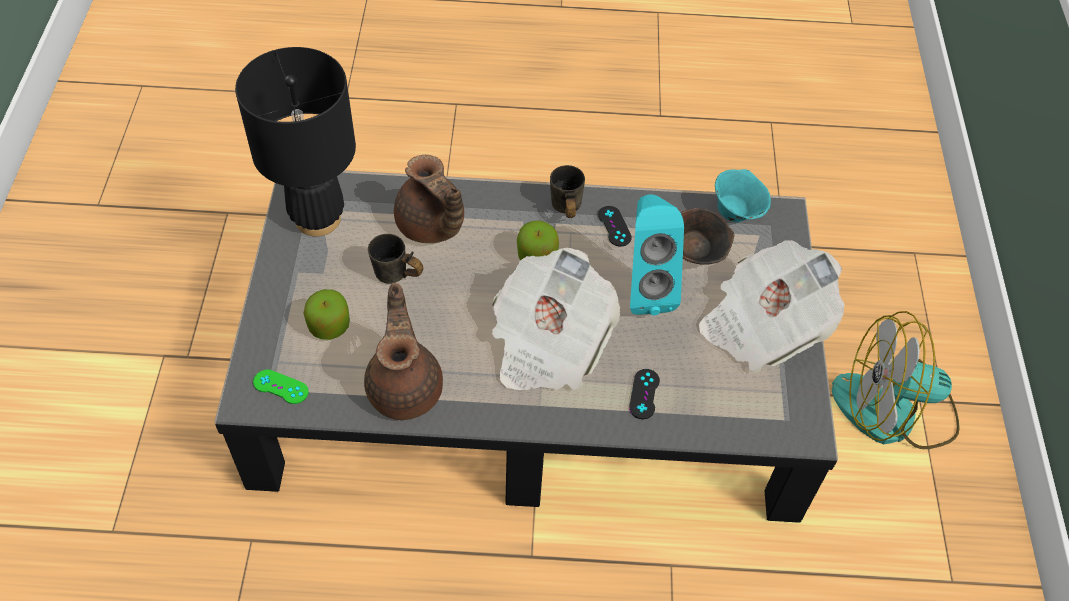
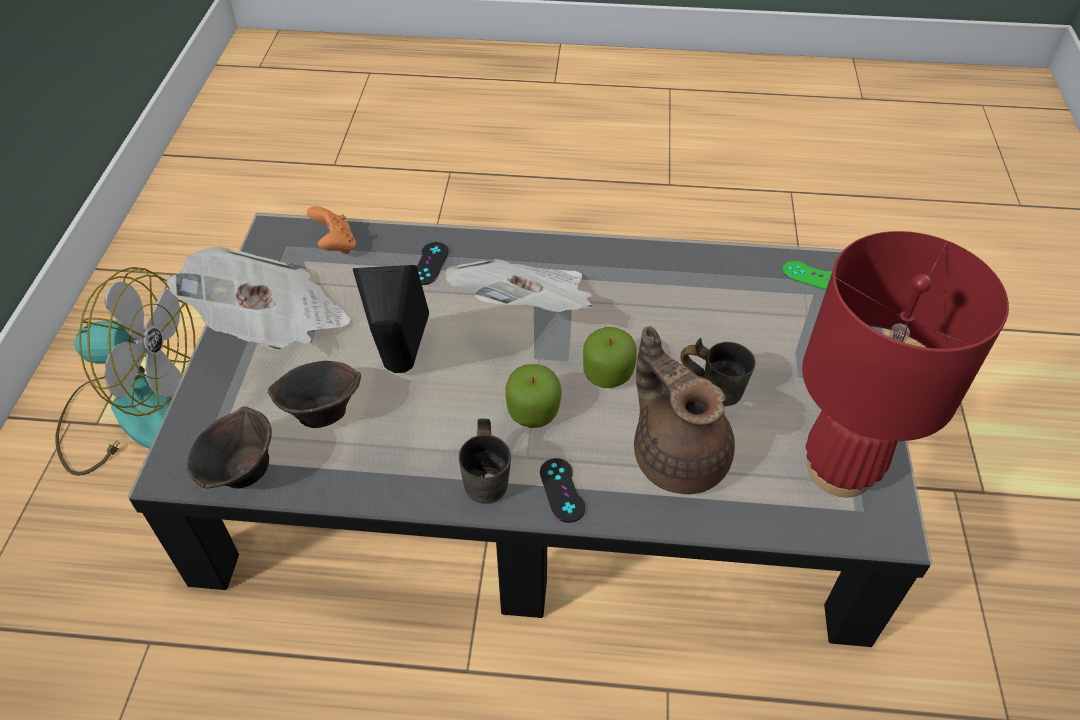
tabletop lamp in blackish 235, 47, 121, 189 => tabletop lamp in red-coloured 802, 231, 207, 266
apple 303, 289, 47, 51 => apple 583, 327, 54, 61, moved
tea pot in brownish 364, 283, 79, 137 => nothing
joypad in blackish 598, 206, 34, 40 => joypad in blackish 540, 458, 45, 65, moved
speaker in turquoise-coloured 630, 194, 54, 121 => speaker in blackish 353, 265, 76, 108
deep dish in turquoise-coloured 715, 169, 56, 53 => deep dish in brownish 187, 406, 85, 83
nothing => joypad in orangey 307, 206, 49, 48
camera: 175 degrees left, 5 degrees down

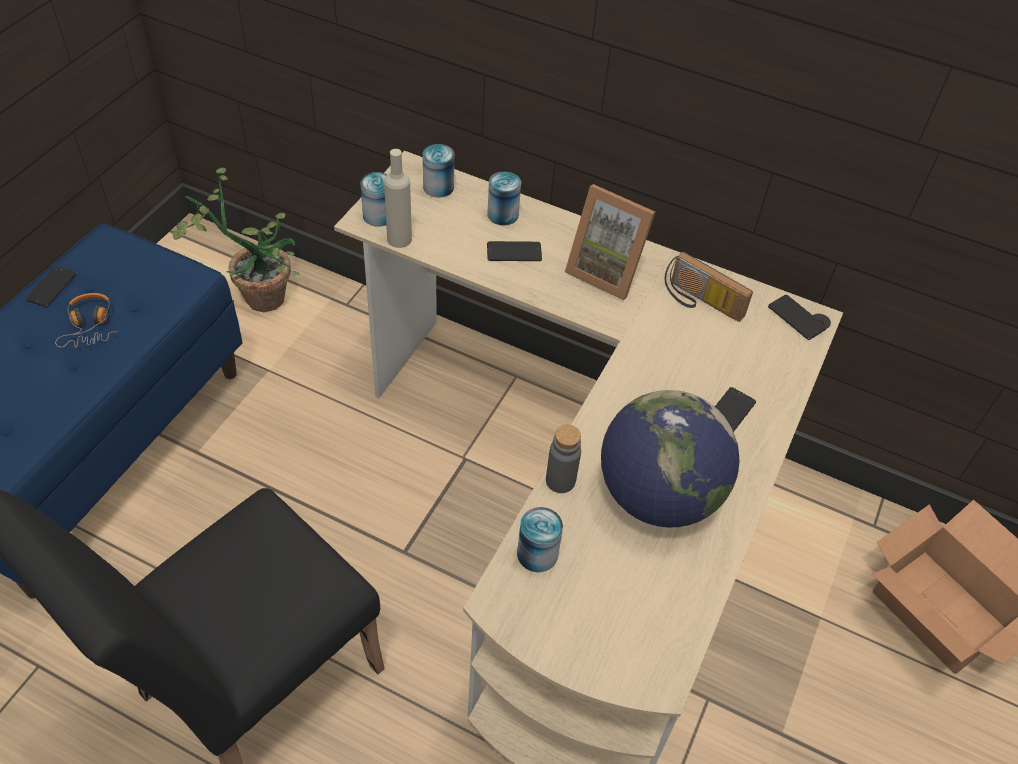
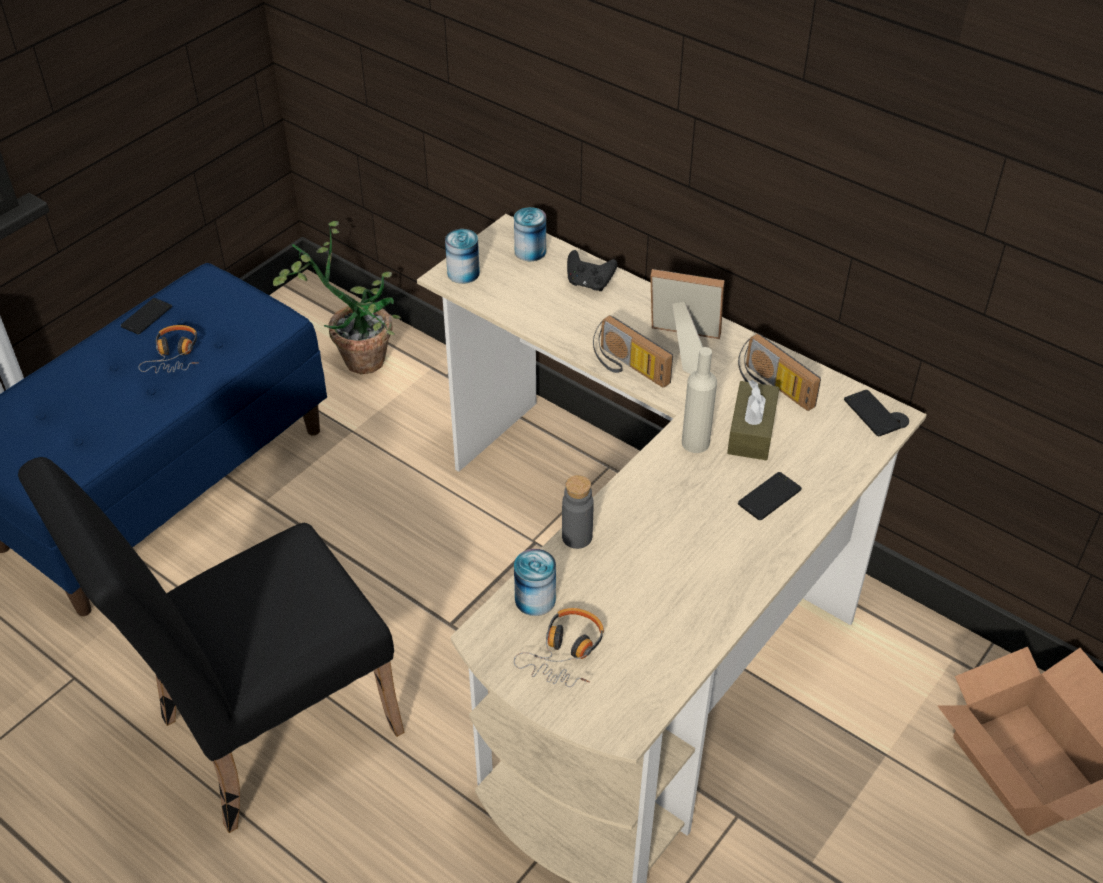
bottle in beige-coloured 384, 149, 28, 99 => bottle in beige-coloured 682, 347, 35, 106, moved
metal can 487, 172, 34, 53 => joypad in blackish 567, 250, 51, 41
telephone 487, 241, 55, 20 => nothing
photo frame 565, 184, 90, 116 => photo frame 650, 269, 75, 105, 150 degrees clockwise
desk globe 601, 390, 139, 138 => nothing
nothing => headphones 514, 608, 90, 79
nothing => radio receiver 593, 315, 80, 73
nothing => tissue holder in brownish 727, 380, 53, 80
camera: 15 degrees right, 5 degrees down

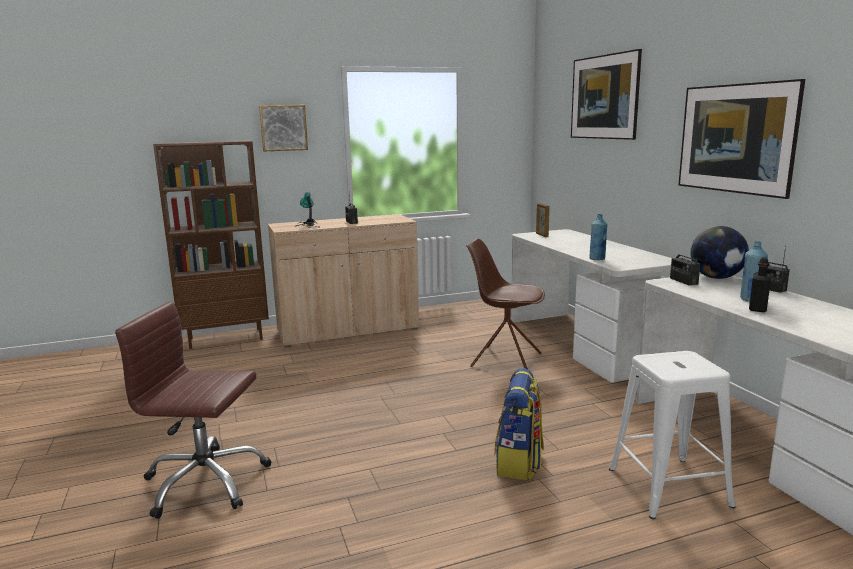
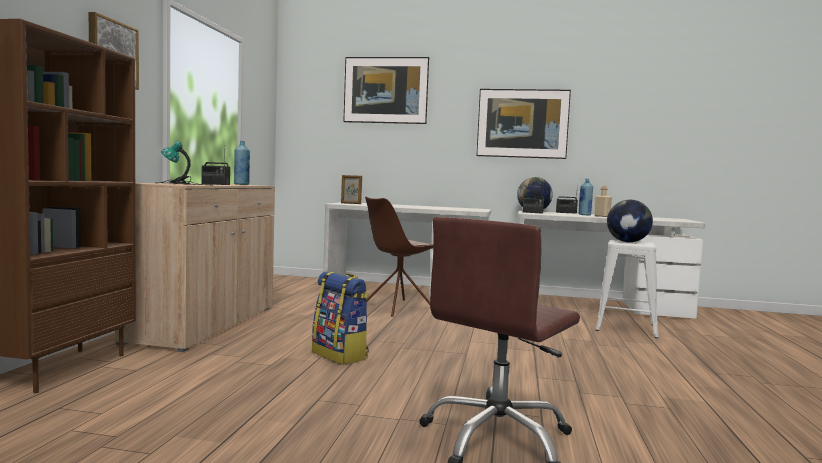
backpack 494, 368, 50, 112 => backpack 312, 271, 57, 94, moved
bottle in bluish 589, 214, 18, 46 => bottle in bluish 234, 141, 16, 44, moved
bottle in blackish 749, 258, 22, 54 => bottle in beige-coloured 594, 185, 18, 32
nothing => desk globe 607, 200, 46, 42
camera: 60 degrees left, 10 degrees down

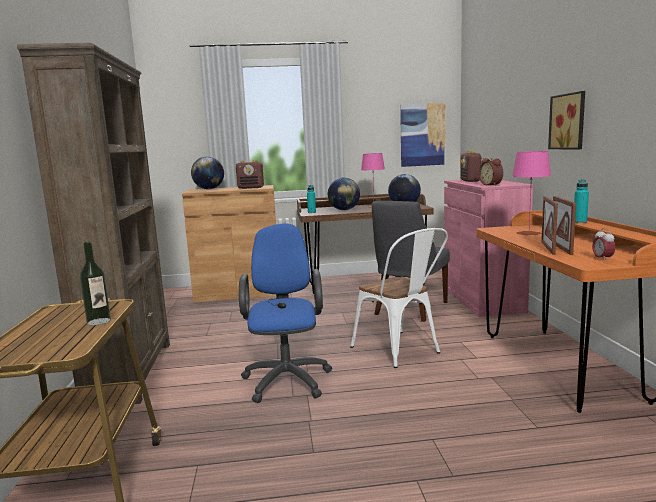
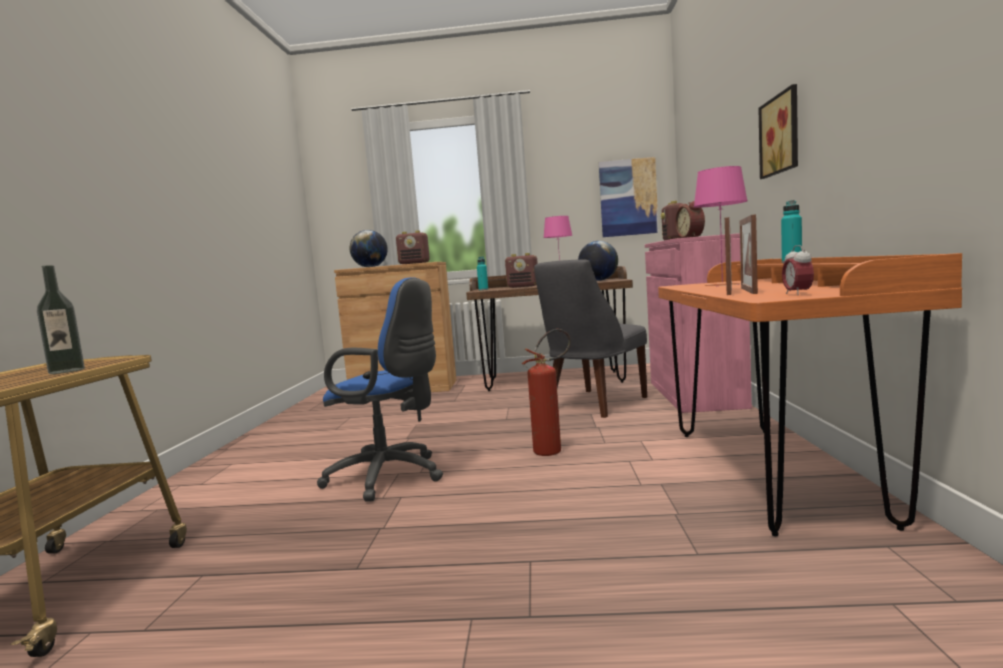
bookcase in brownish 17, 43, 153, 361 => nothing
desk chair in bluish 239, 223, 93, 180 => desk chair in bluish 317, 277, 126, 225, 105 degrees clockwise
desk globe 328, 177, 32, 33 => radio receiver 505, 253, 33, 35
chair in whitish 350, 228, 98, 140 => extinguisher 522, 329, 49, 127
camera: 10 degrees right, 5 degrees down

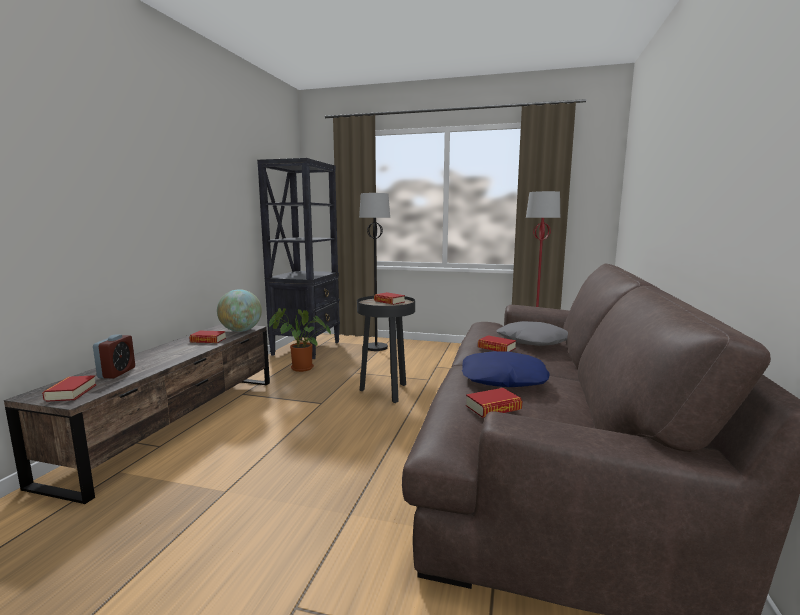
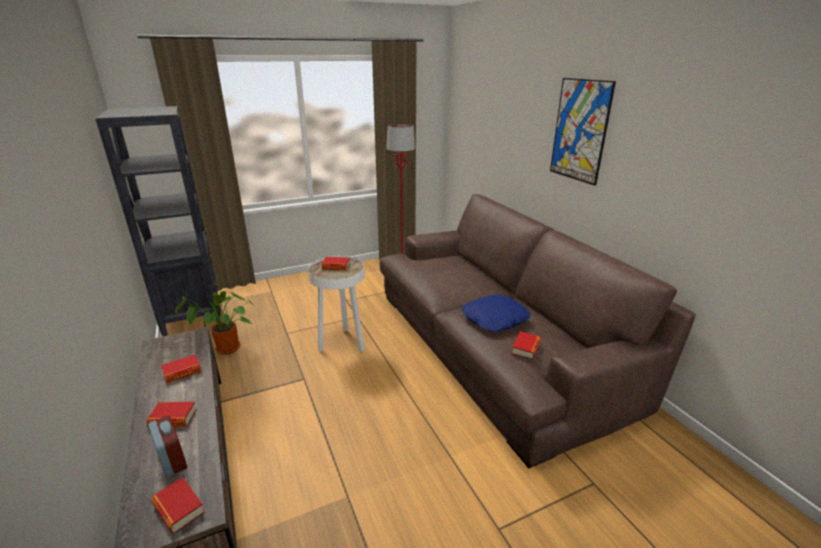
desk globe 217, 289, 45, 43 => nothing
side table in blackish 357, 296, 58, 107 => side table in whitish 308, 256, 57, 96
standing lamp in blackish 359, 193, 31, 158 => nothing
bound book 478, 335, 38, 17 => bound book 146, 402, 51, 25, moved
throw pillow in gray 497, 321, 71, 25 => nothing
nothing => picture 550, 78, 66, 108
camera: 40 degrees left, 15 degrees up

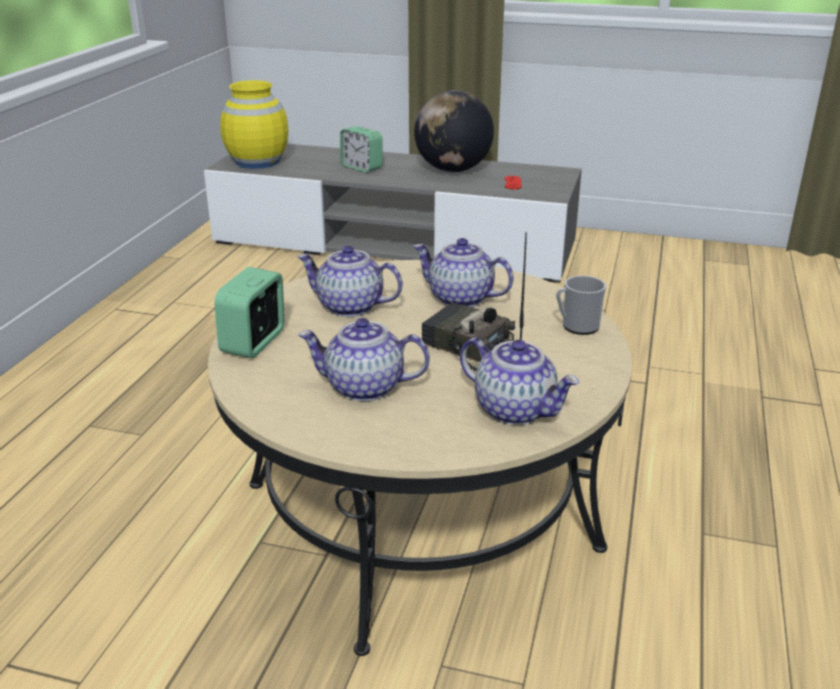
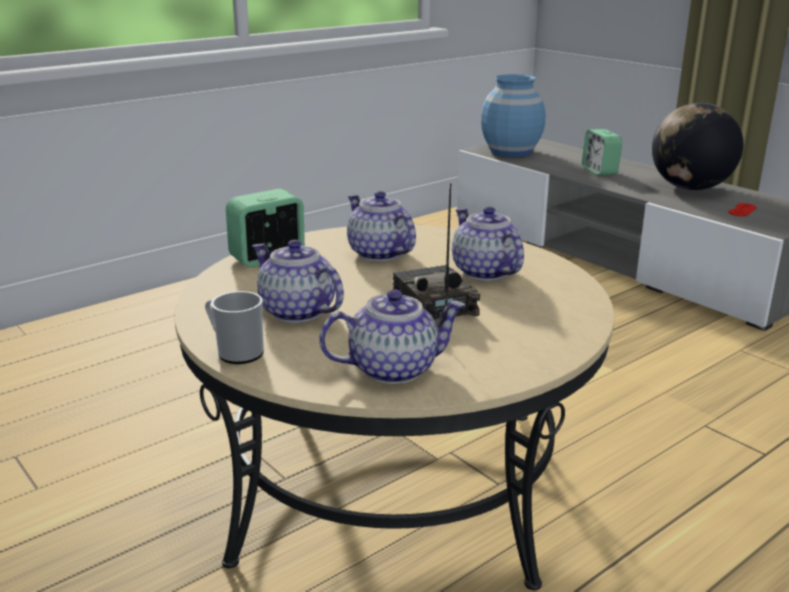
decorative vase in yellow-coloured 220, 80, 68, 89 => decorative vase in bluish 481, 74, 65, 83
tea pot 460, 337, 120, 88 => tea pot 319, 289, 147, 95, 90 degrees counterclockwise
tea mug 556, 276, 50, 59 => tea mug 205, 291, 59, 73, moved
camera: 35 degrees right, 5 degrees down

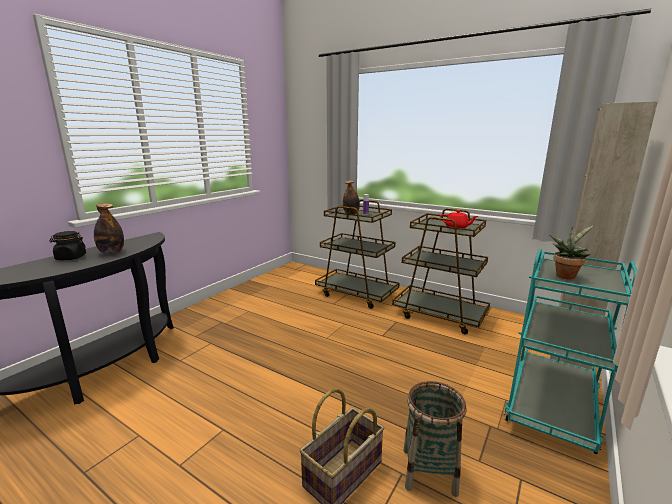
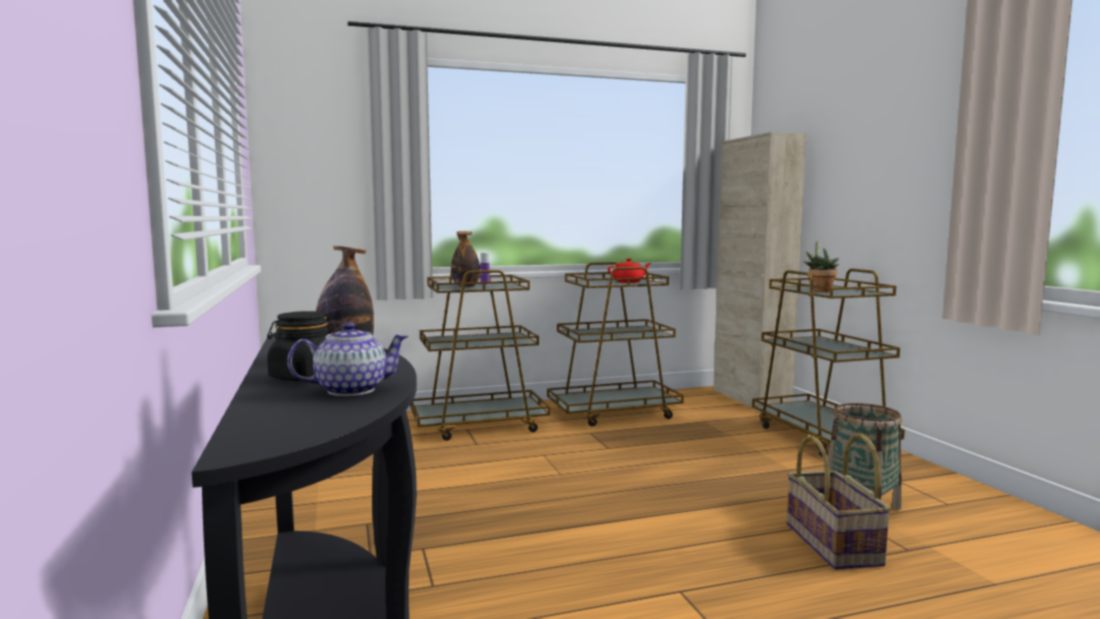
cart in turquoise-coloured 504, 248, 133, 206 => cart in brownish 752, 269, 153, 188
nothing => tea pot 287, 322, 122, 74
camera: 50 degrees left, 10 degrees down

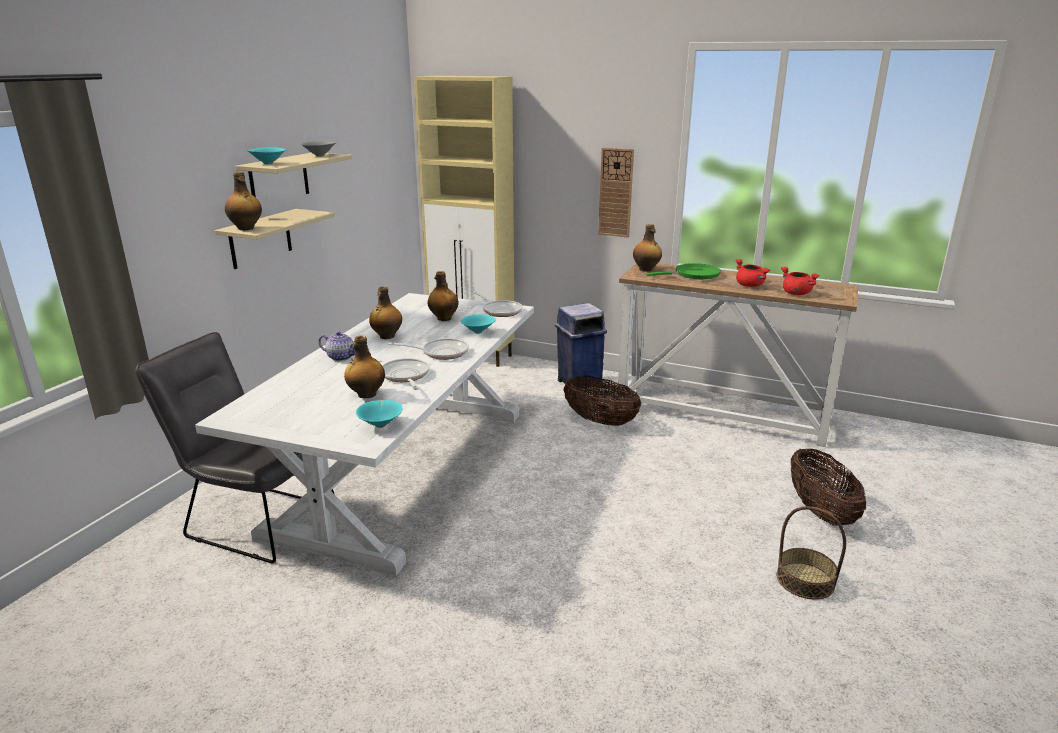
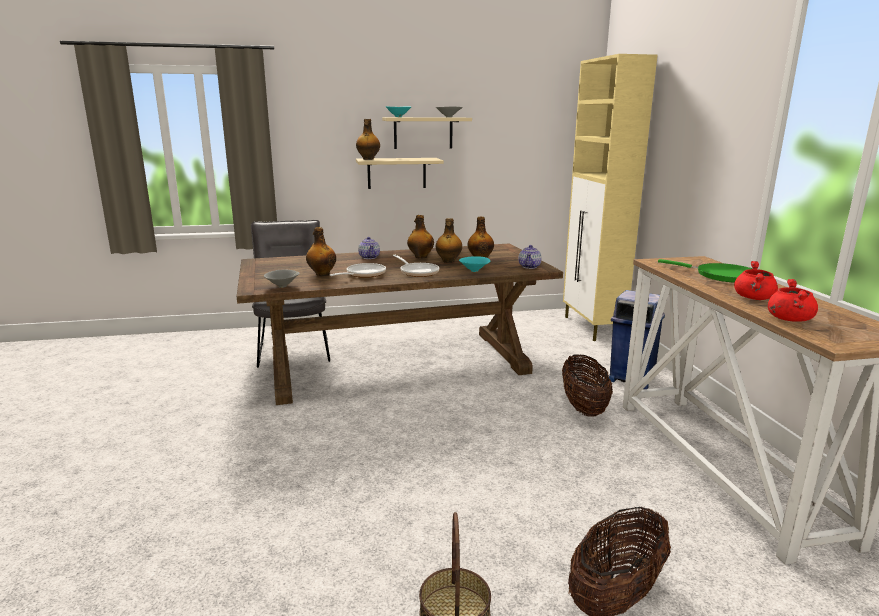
kitchen table in whitish 195, 293, 339, 283 => kitchen table in brownish 237, 243, 326, 162
deep dish in turquoise-coloured 356, 400, 47, 28 => deep dish in gray 264, 269, 36, 19
skillet 473, 291, 49, 26 => tea pot 519, 245, 23, 24
clock on the wall 598, 148, 36, 89 => nothing
bottle 633, 224, 29, 48 => bottle 436, 218, 26, 45, moved
camera: 55 degrees right, 5 degrees down

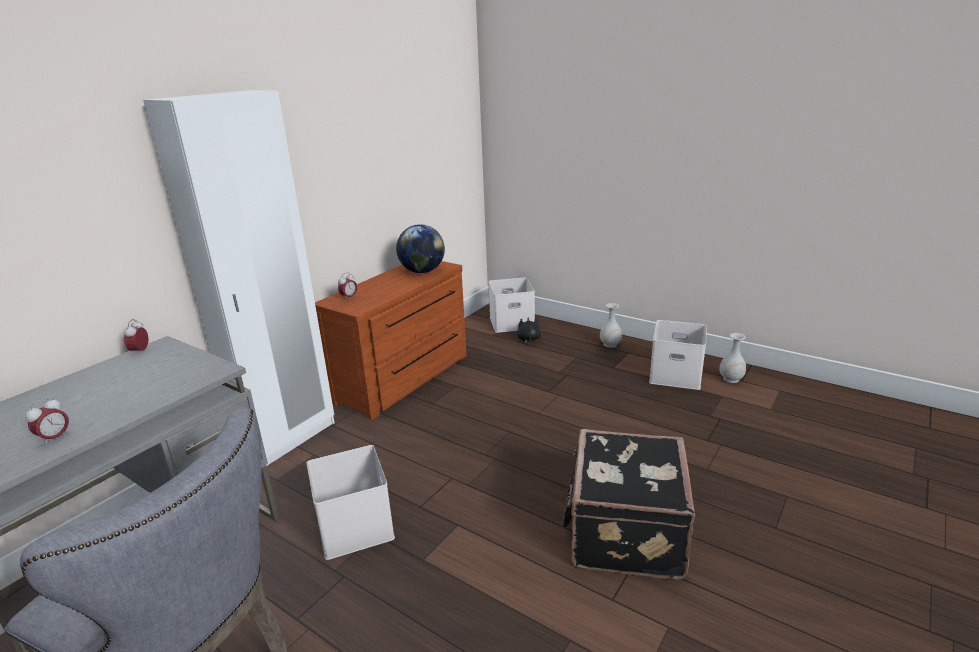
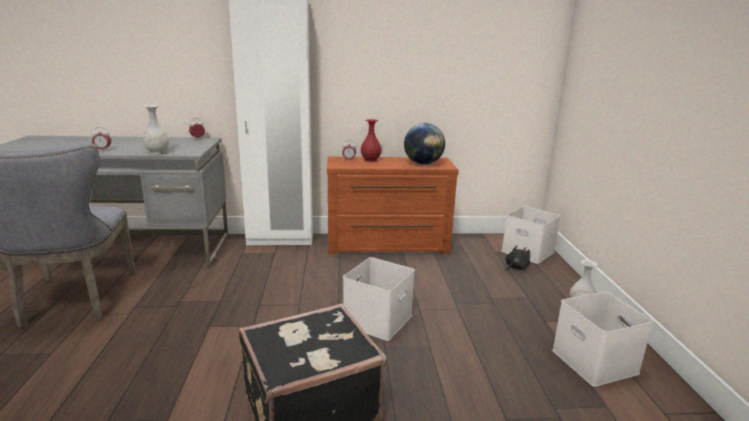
storage bin in whitish 306, 445, 89, 115 => storage bin in whitish 343, 257, 72, 84, moved
decorative vase in whitish 719, 333, 27, 50 => decorative vase in whitish 143, 105, 26, 49, moved
nothing => decorative vase in red-coloured 361, 119, 20, 43
camera: 50 degrees right, 5 degrees down

